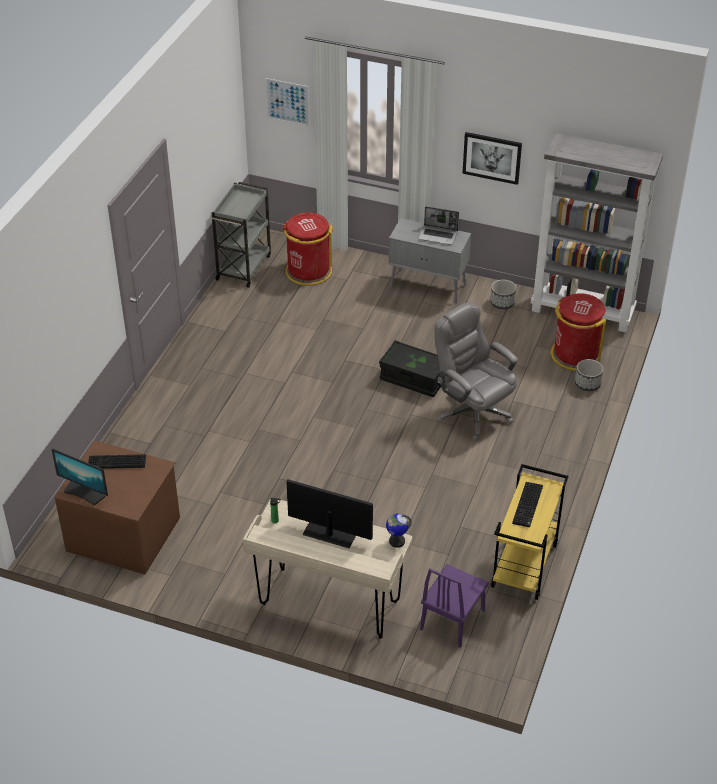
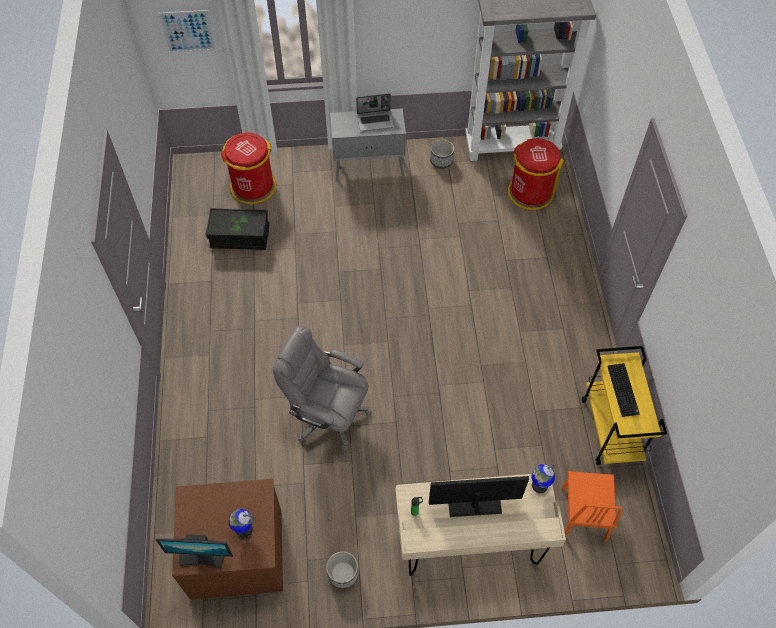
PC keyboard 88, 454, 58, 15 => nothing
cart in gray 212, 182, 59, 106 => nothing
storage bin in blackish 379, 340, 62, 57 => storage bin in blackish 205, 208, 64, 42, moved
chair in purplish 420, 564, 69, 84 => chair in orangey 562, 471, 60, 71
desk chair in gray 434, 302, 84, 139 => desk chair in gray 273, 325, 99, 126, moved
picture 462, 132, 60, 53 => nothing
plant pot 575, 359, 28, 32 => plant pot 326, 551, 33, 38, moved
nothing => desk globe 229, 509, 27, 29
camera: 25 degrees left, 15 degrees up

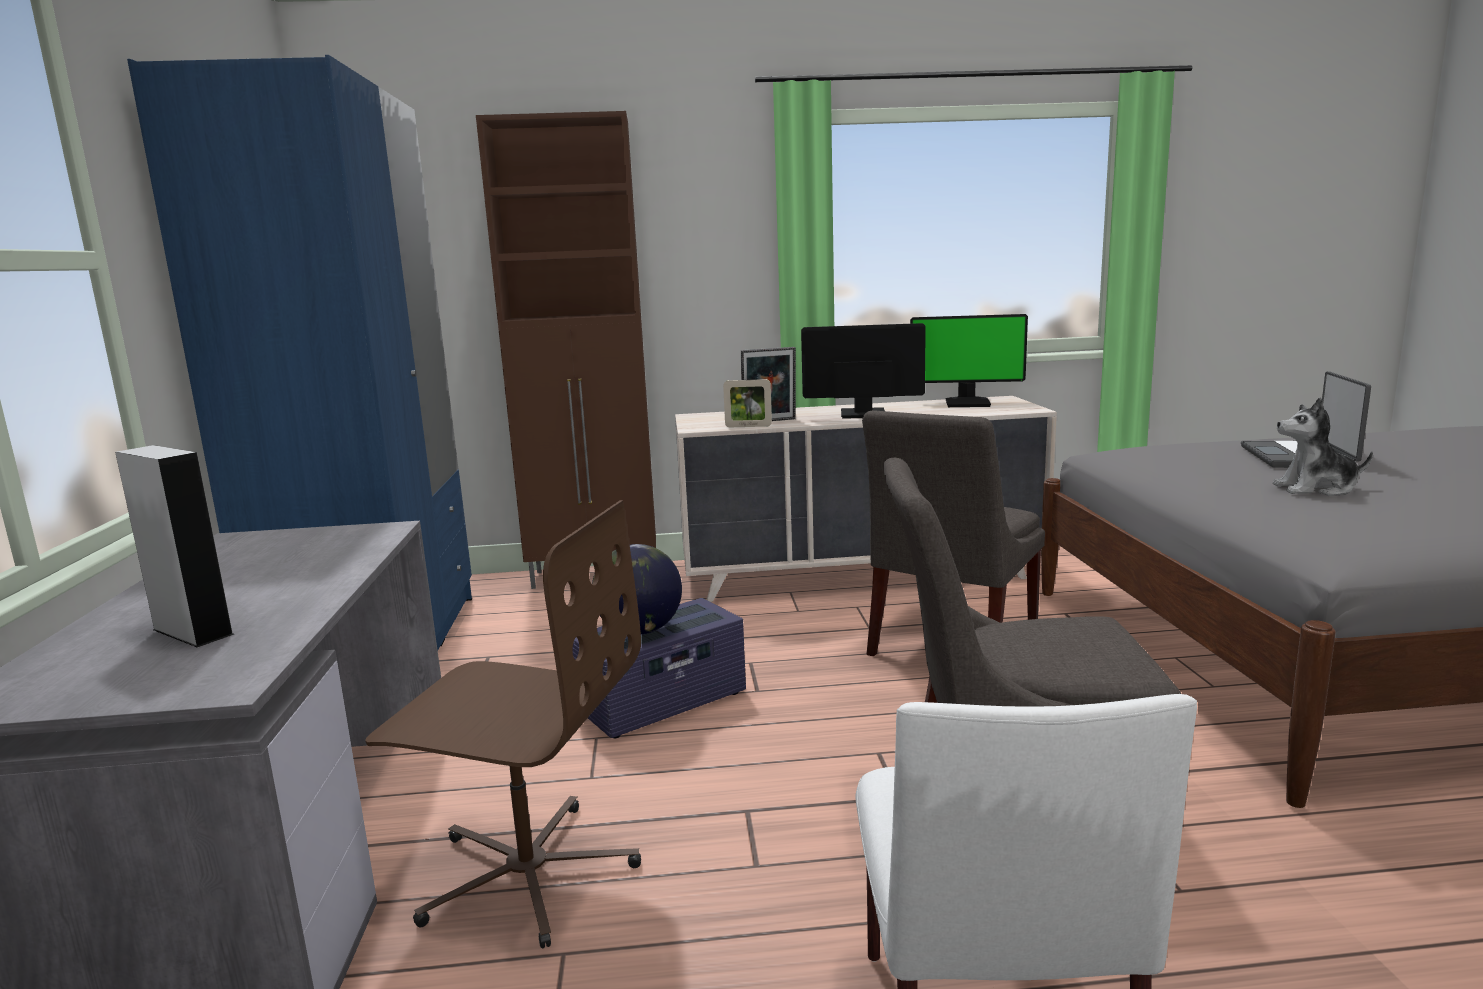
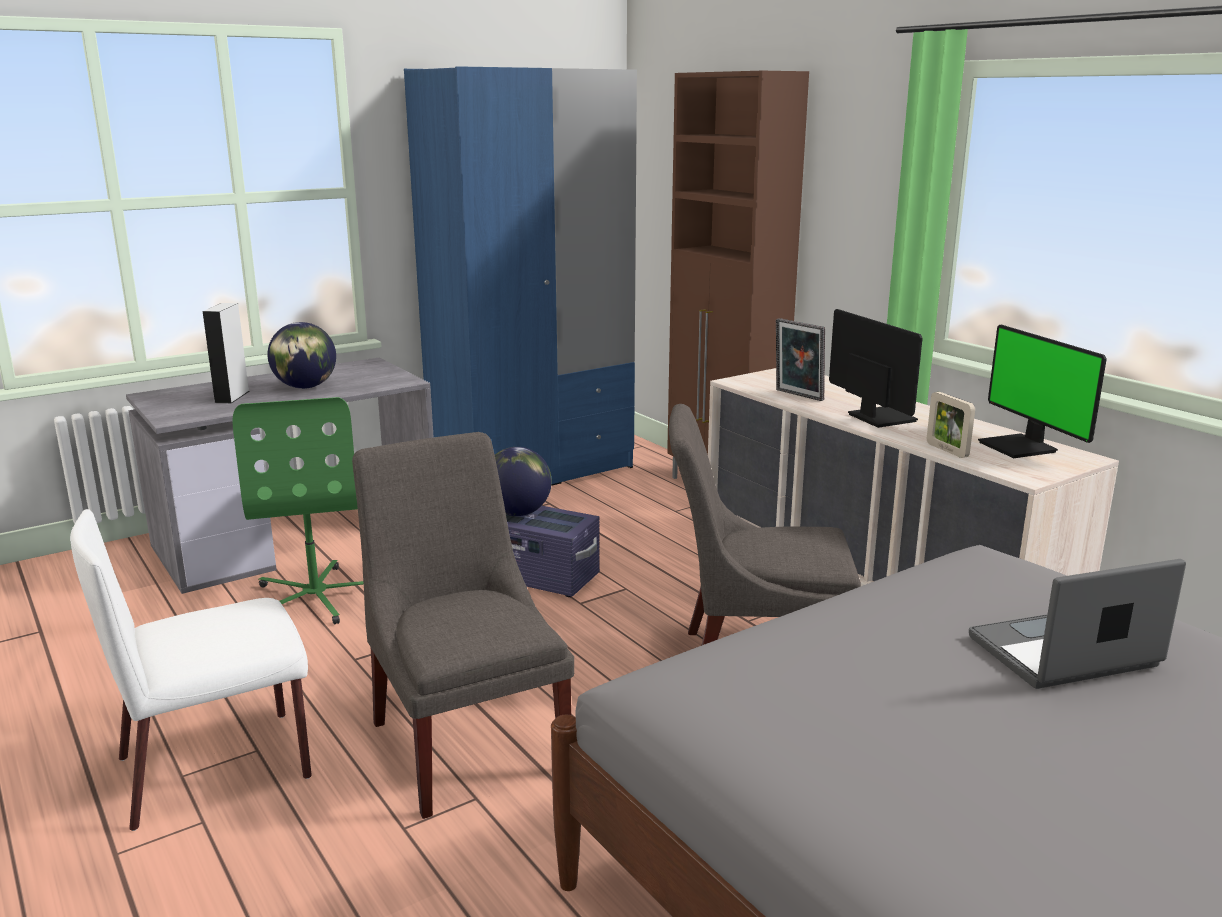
desk chair in brownish 365, 500, 276, 449 => desk chair in green 232, 397, 132, 227
photo frame 723, 379, 49, 48 => photo frame 927, 392, 48, 66, moved
soft toy 1273, 397, 100, 99 => nothing
nothing => desk globe 268, 322, 68, 67
camera: 60 degrees right, 5 degrees up

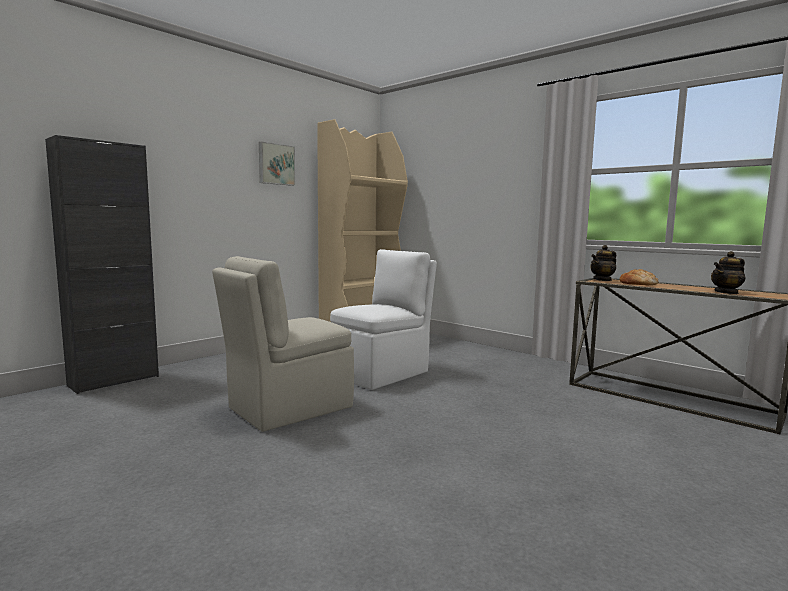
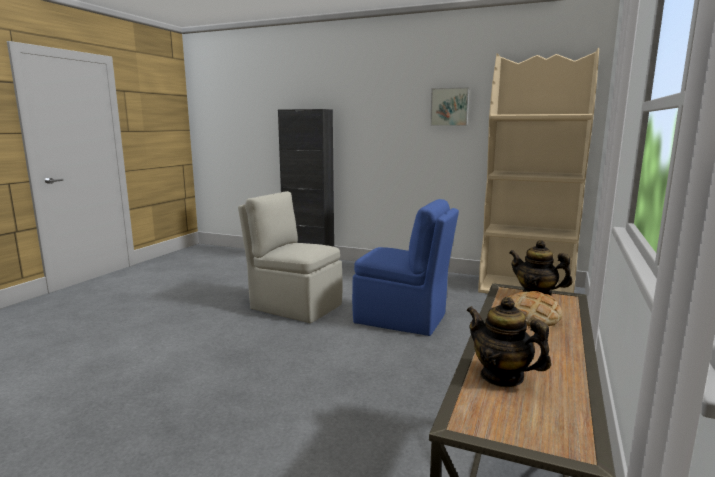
chair in whitish 330, 249, 107, 141 => chair in bluish 352, 199, 107, 137
camera: 70 degrees right, 5 degrees up

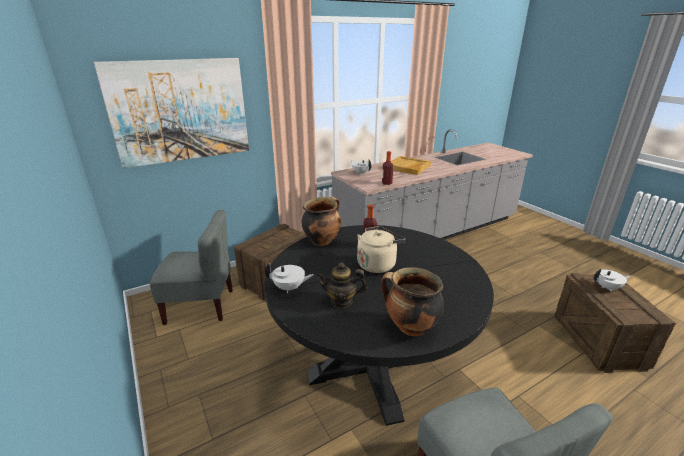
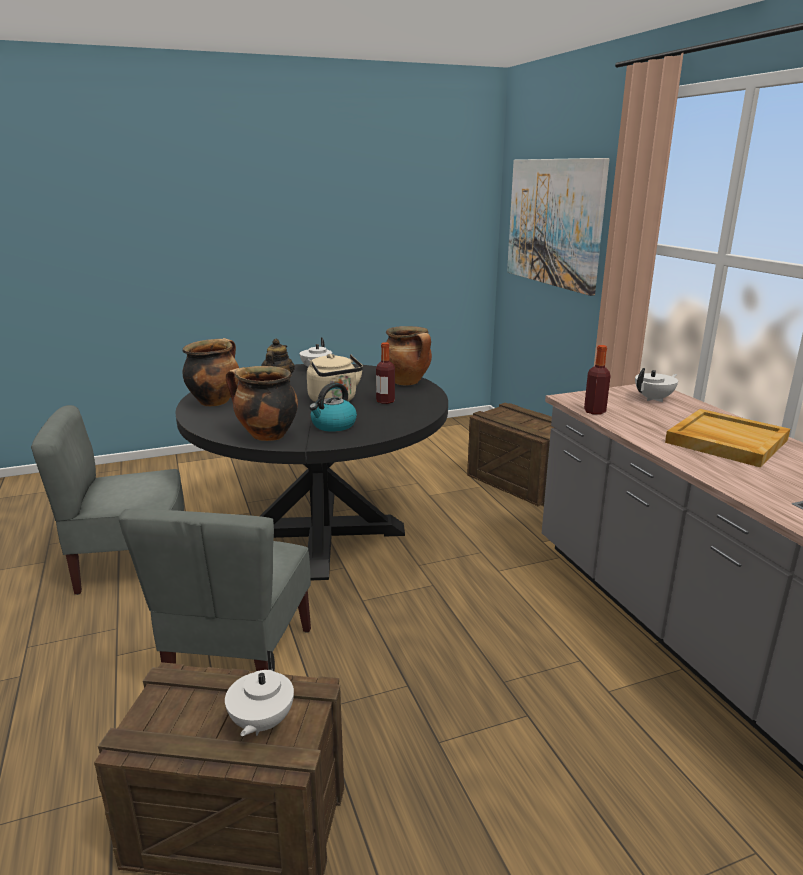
chair in gray 150, 210, 83, 115 => chair in gray 119, 509, 192, 162, moved
nothing => saucepot 226, 366, 72, 75
nothing => tea kettle 309, 383, 48, 49
camera: 100 degrees right, 5 degrees down

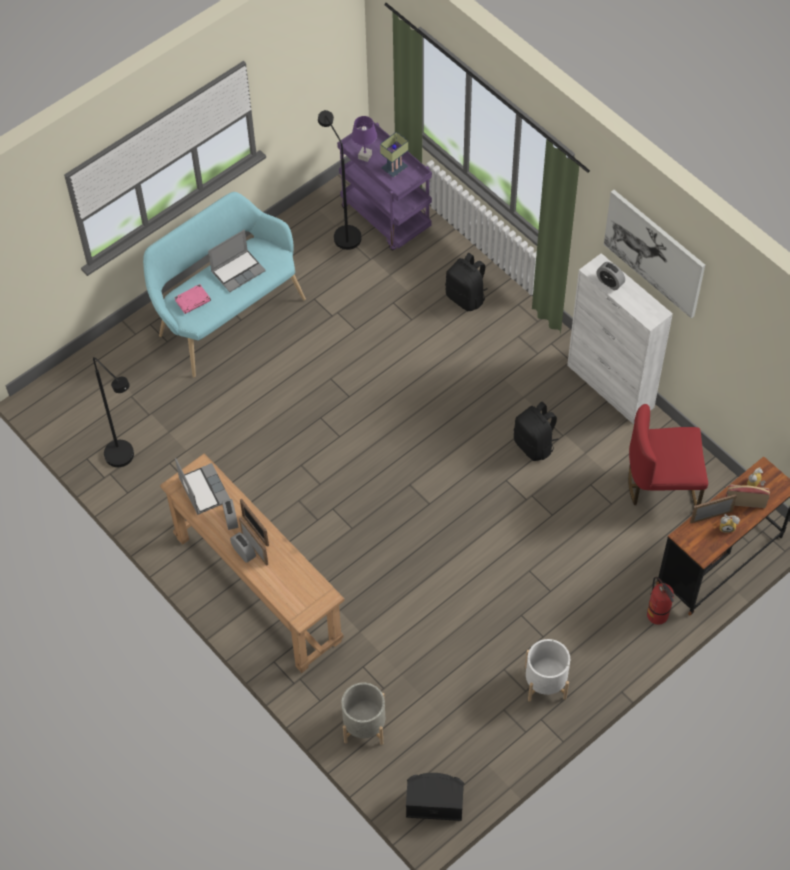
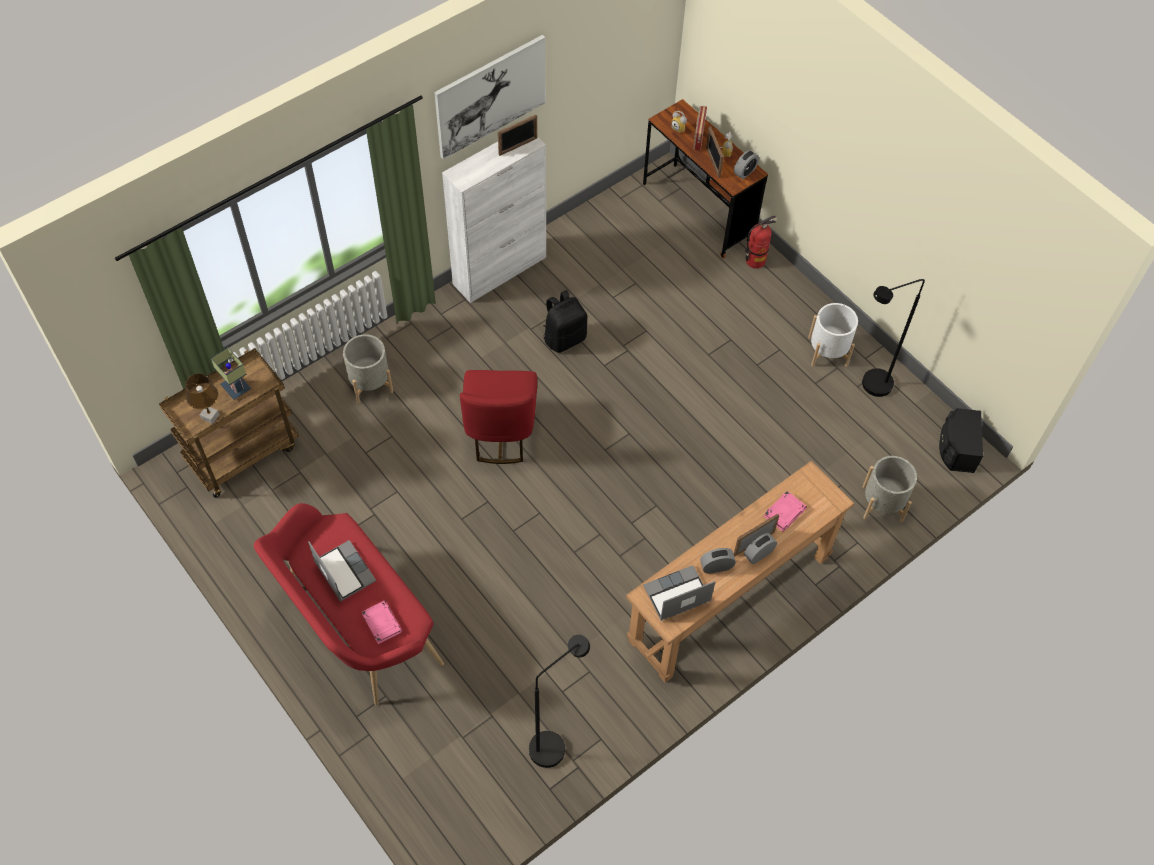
long seat in turquoise-coloured 143, 192, 163, 186 => long seat in red-coloured 254, 503, 190, 202
photo frame 240, 499, 29, 48 => photo frame 498, 115, 39, 41, moved
standing lamp in blackish 318, 110, 43, 140 => standing lamp in blackish 862, 279, 63, 118, moved
cart in purplish 337, 122, 95, 129 => cart in brownish 159, 348, 140, 150
tabletop lamp in purplish 351, 116, 26, 46 => tabletop lamp in brownish 185, 374, 35, 50
backpack in blackish 445, 253, 43, 58 => plant pot in gray 343, 334, 50, 69
alarm clock 596, 262, 29, 28 => alarm clock 734, 150, 25, 29, moved
chair in red-coloured 628, 404, 80, 102 => chair in red-coloured 460, 370, 77, 94, moved
nothing => bound book in pinkish 764, 491, 43, 41
camera: 90 degrees left, 0 degrees up

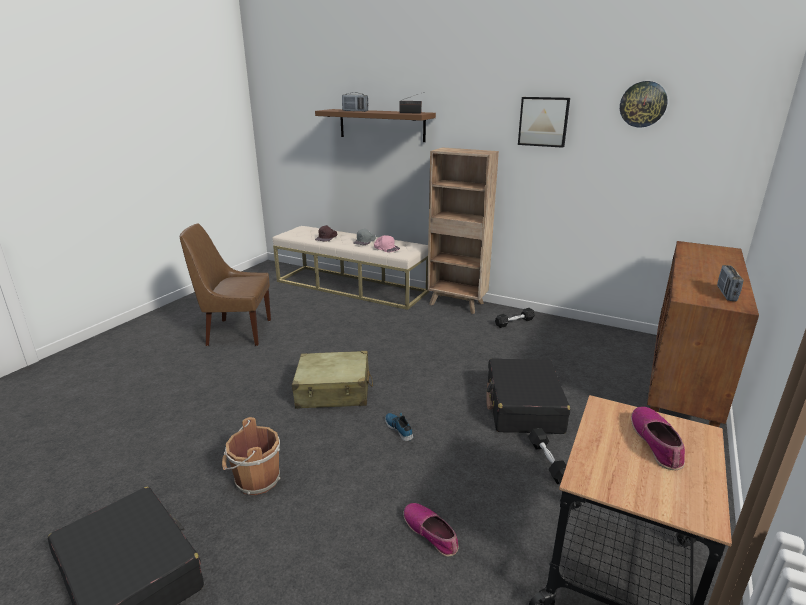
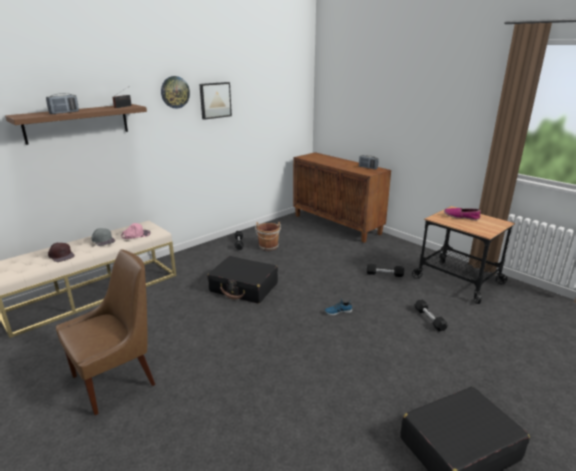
chair in brownish 180, 223, 91, 123 => chair in brownish 56, 249, 99, 166, 150 degrees counterclockwise
pail in brownish 222, 417, 58, 78 => pail in brownish 255, 222, 26, 29, moved
suitcase in beige-coloured 292, 351, 81, 58 => nothing
low shoe 403, 503, 56, 54 => free weight in blackish 415, 299, 33, 33
bookcase in brownish 427, 147, 72, 167 => nothing
suitcase in blackish 486, 358, 84, 76 => suitcase in blackish 207, 256, 71, 48, moved
clock on the wall 620, 81, 48, 47 => clock on the wall 161, 76, 29, 33, moved
camera: 70 degrees left, 0 degrees up

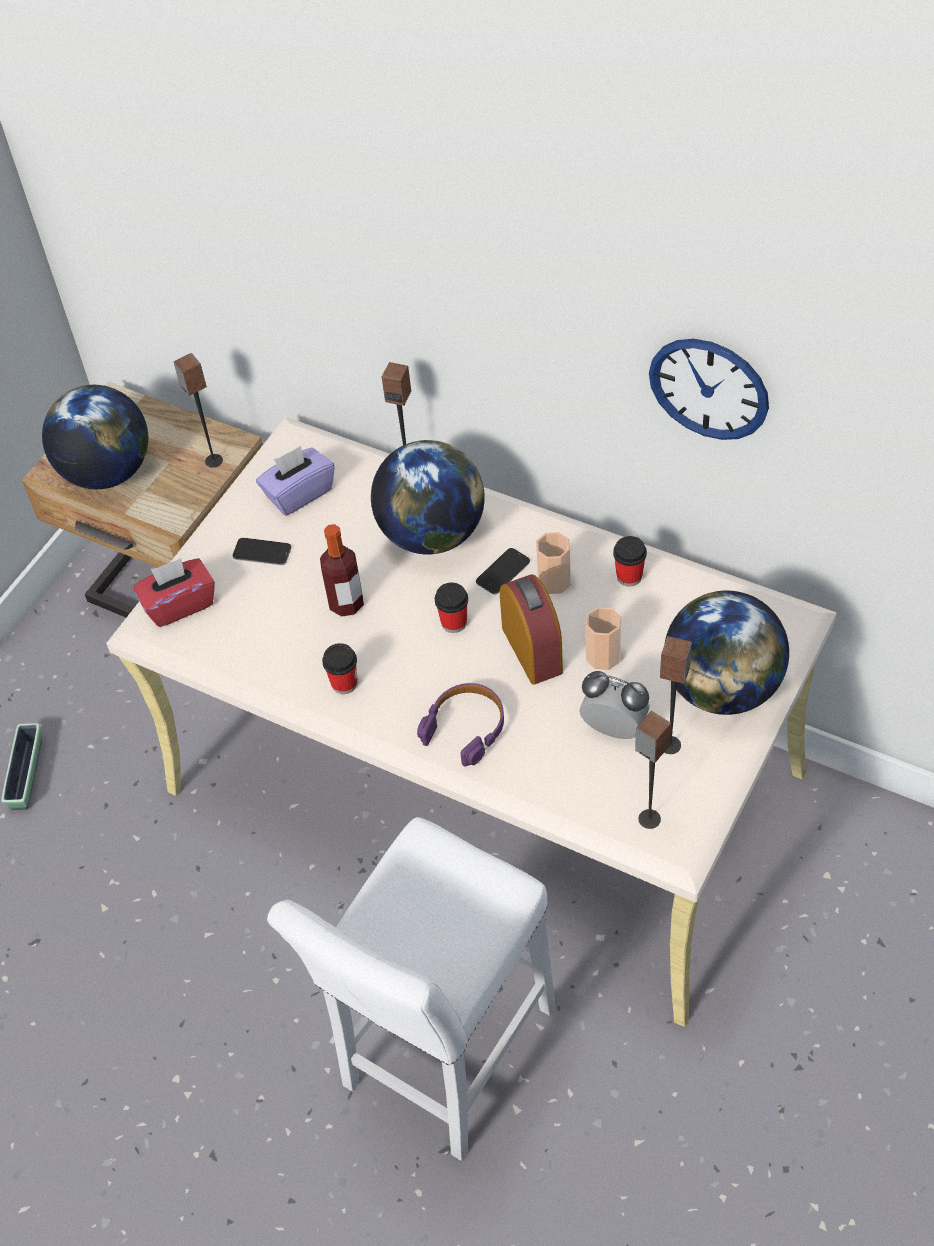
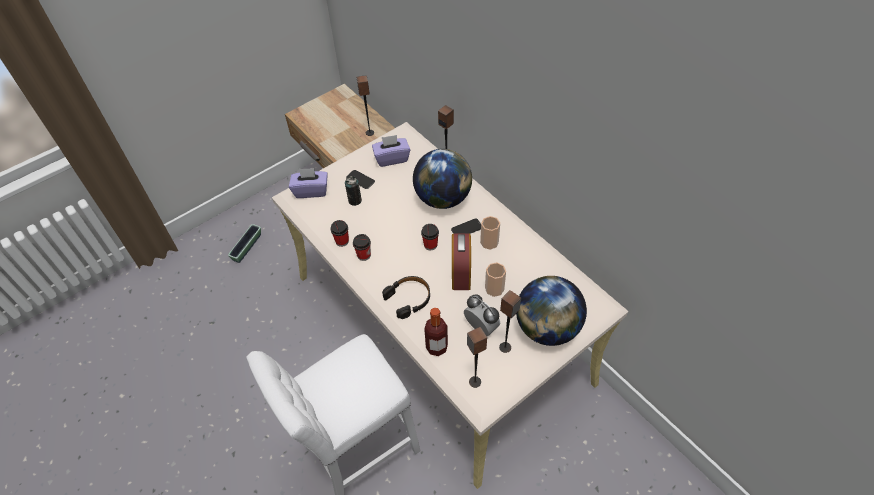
desk globe 42, 385, 106, 104 => nothing
tissue holder in red-coloured 133, 558, 82, 69 => tissue holder in purplish 289, 168, 39, 30
bottle 320, 524, 44, 93 => bottle 424, 307, 24, 49, moved
headphones in purplish 417, 683, 87, 84 => headphones in blackish 382, 276, 48, 43
small cup 613, 536, 34, 51 => small cup 330, 220, 19, 27, moved
clock on the wall 649, 339, 120, 101 => nothing
nothing => metal can 345, 176, 17, 30
camera: 20 degrees right, 0 degrees up

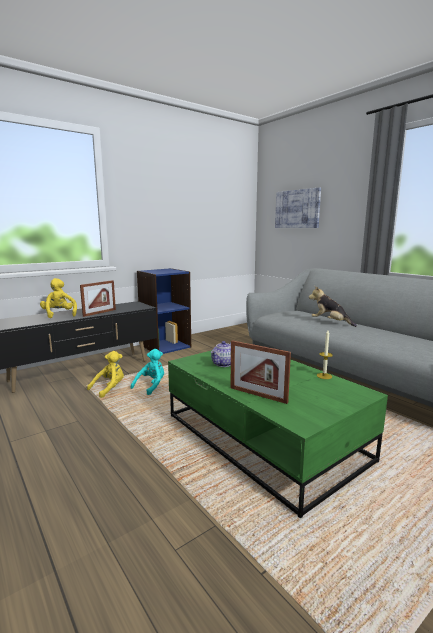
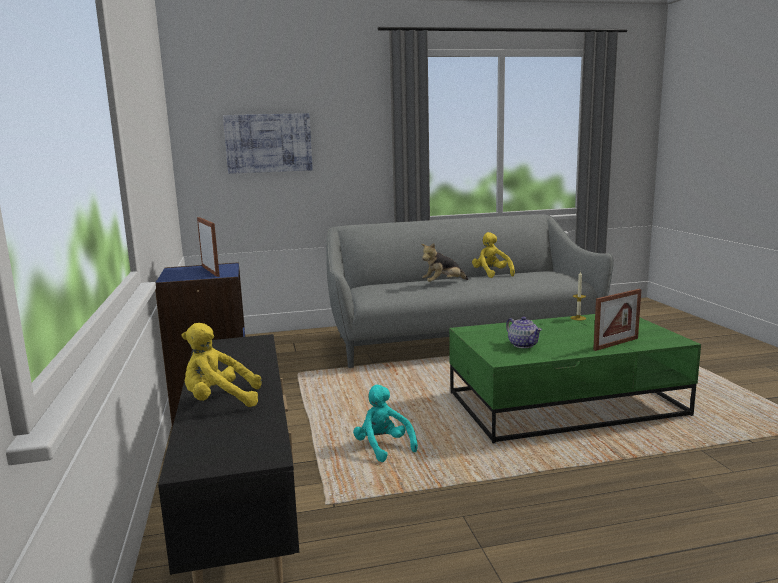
photo frame 80, 280, 36, 37 => photo frame 197, 217, 23, 60, moved
soft toy in yellow-coloured 87, 351, 37, 47 => soft toy in yellow-coloured 472, 232, 43, 46, moved
camera: 65 degrees left, 0 degrees up

